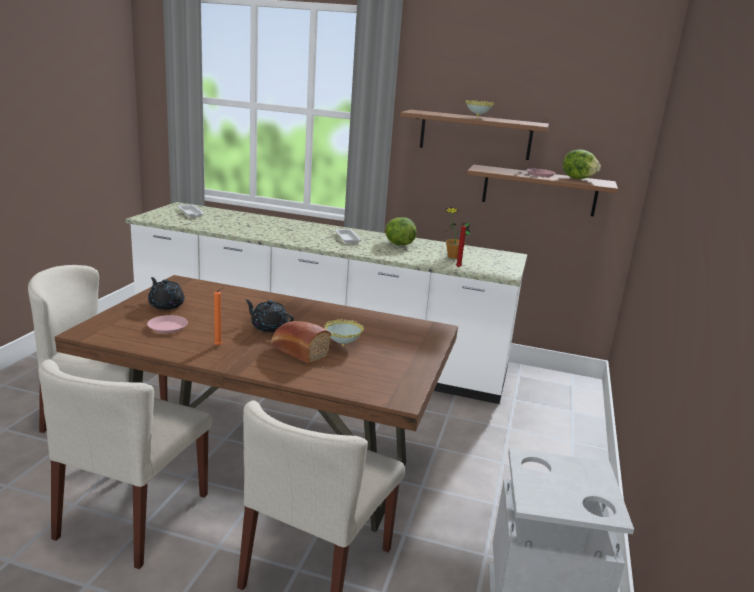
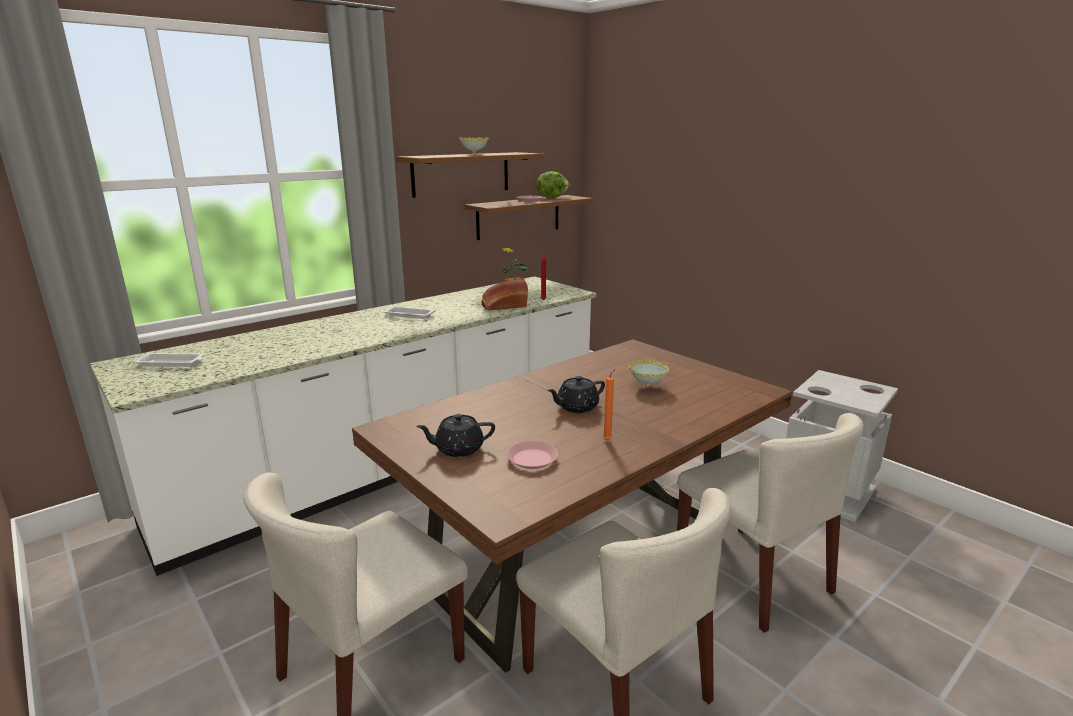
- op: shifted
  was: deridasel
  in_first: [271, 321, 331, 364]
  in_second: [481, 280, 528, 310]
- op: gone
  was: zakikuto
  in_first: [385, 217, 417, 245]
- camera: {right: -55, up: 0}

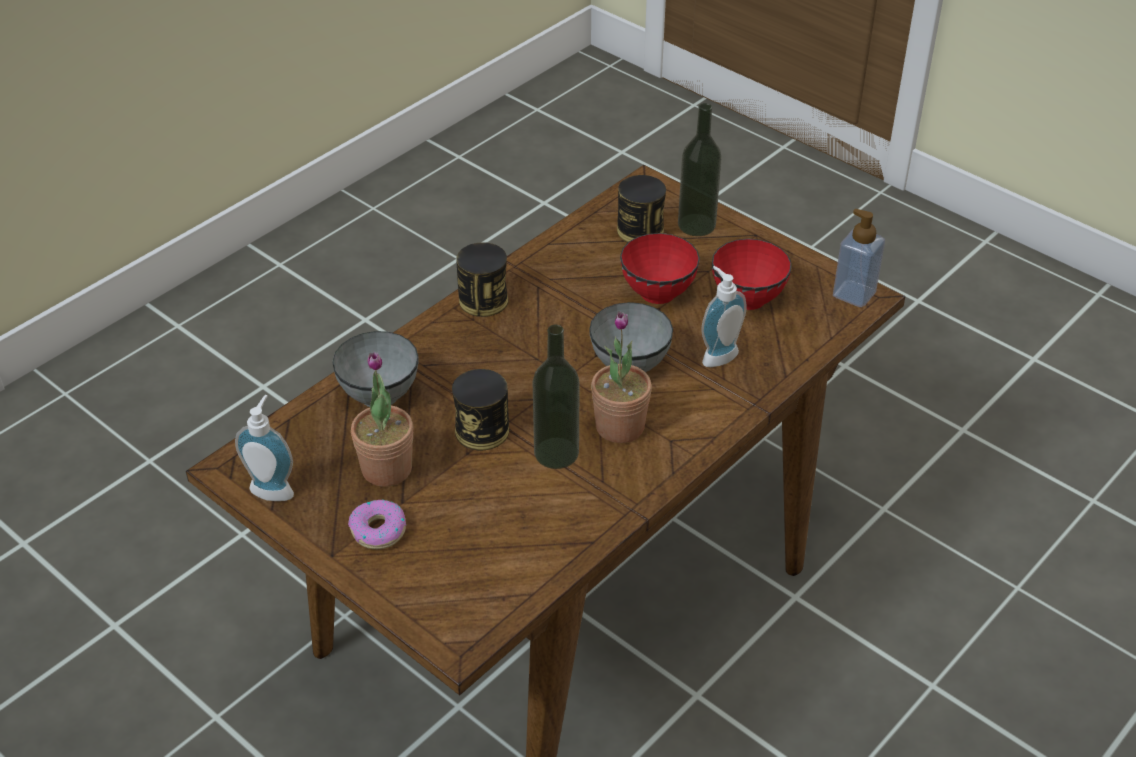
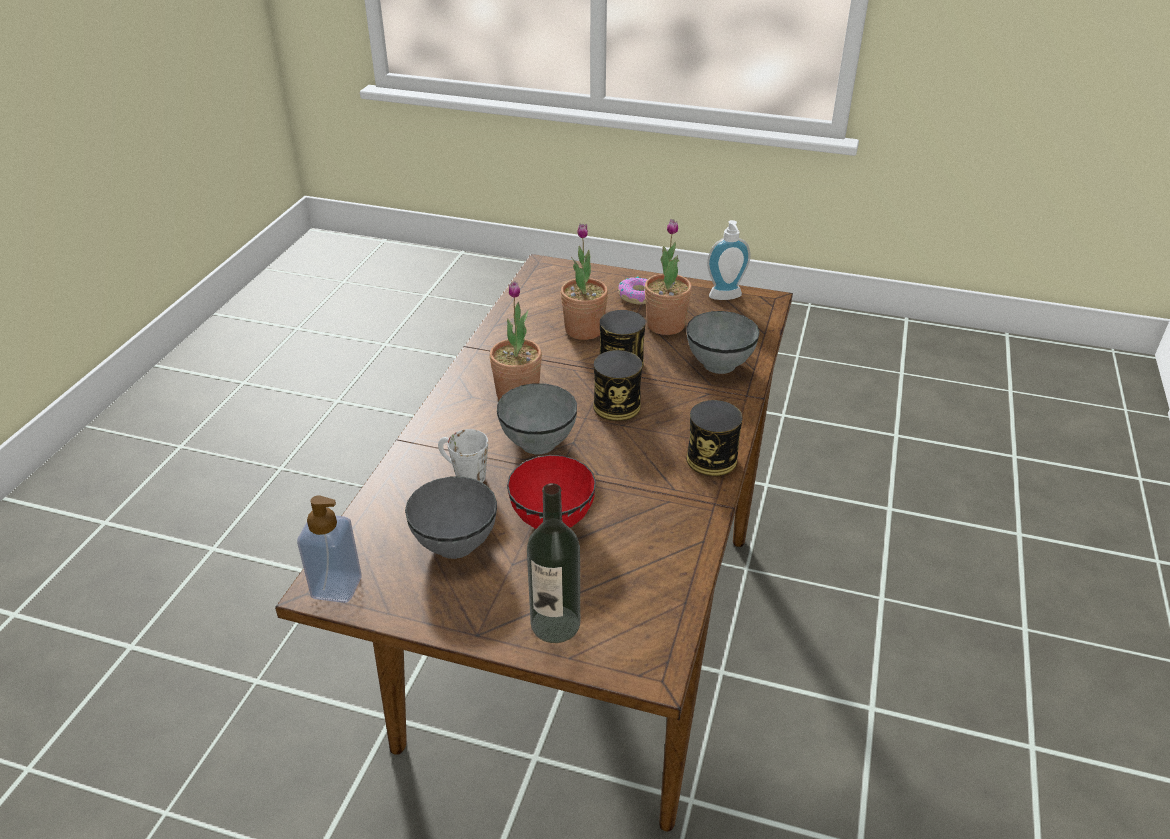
- op: repainted
  was: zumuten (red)
  now: zumuten (grey)
  in_first: [712, 239, 792, 310]
  in_second: [405, 476, 497, 559]
- op: swapped
  was: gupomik
  now: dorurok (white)
  in_first: [701, 266, 747, 367]
  in_second: [438, 429, 488, 483]
- op: new
  now: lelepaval
  in_second: [561, 223, 608, 340]
- op: shifted
  was: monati
  in_first: [617, 175, 666, 243]
  in_second: [593, 350, 642, 421]
- op: gone
  was: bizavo
  in_first: [532, 325, 580, 469]
- camera: {right: 155, up: -5}

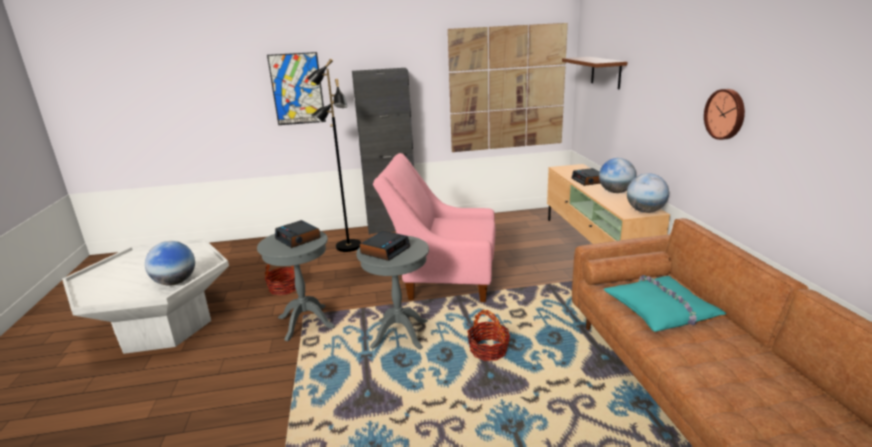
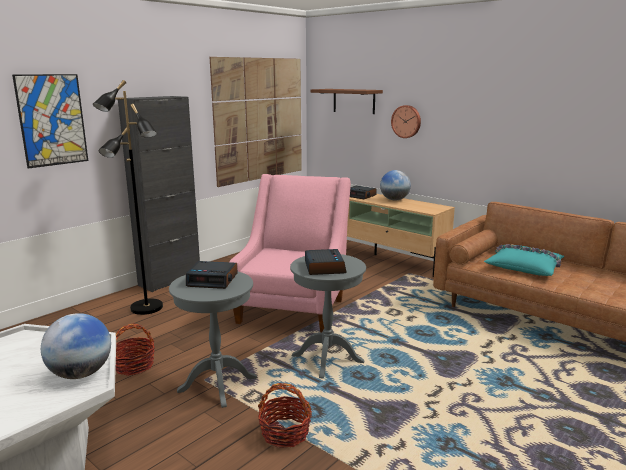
- op: rotated
  was: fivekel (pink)
  in_first: [373, 153, 496, 302]
  in_second: [229, 174, 351, 332]
  clockwise: 135
- op: shifted
  was: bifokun
  in_first: [467, 310, 510, 361]
  in_second: [258, 383, 312, 448]
- op: shifted
  was: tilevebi
  in_first: [704, 89, 745, 140]
  in_second: [391, 105, 421, 138]
- op: gone
  was: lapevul
  in_first: [627, 173, 669, 213]
- camera: {right: -40, up: -5}

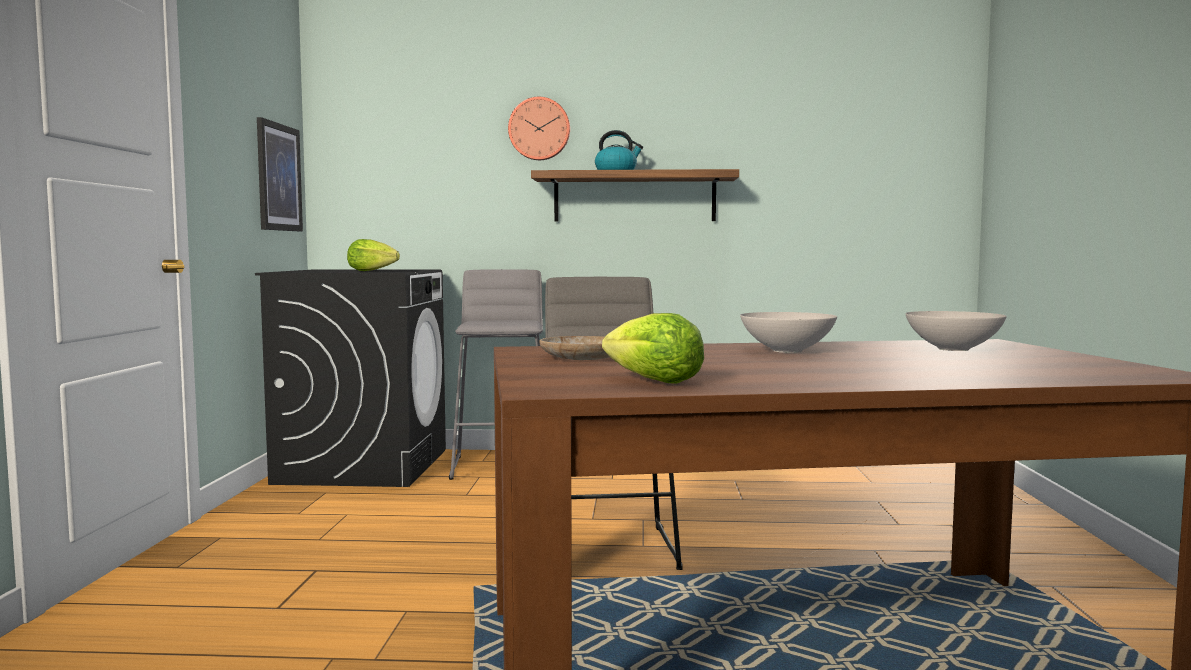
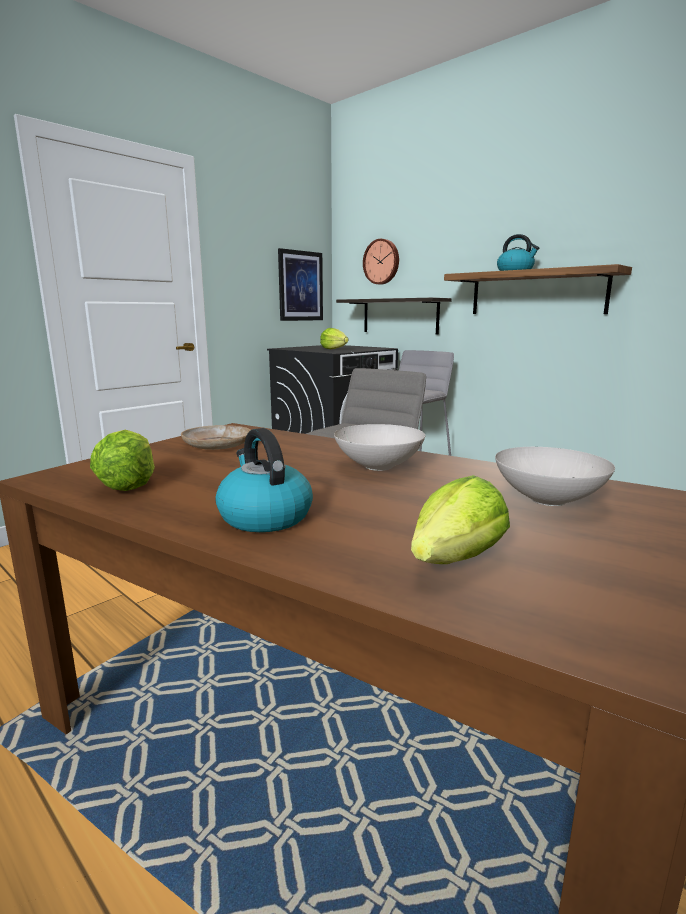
- op: new
  now: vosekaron
  in_second: [216, 428, 313, 532]
- op: new
  now: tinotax
  in_second: [336, 298, 452, 334]
- op: shifted
  was: tilevebi
  in_first: [508, 97, 570, 160]
  in_second: [363, 239, 399, 285]
- op: new
  now: zakikuto
  in_second: [411, 475, 510, 564]
- camera: {right: 40, up: 10}

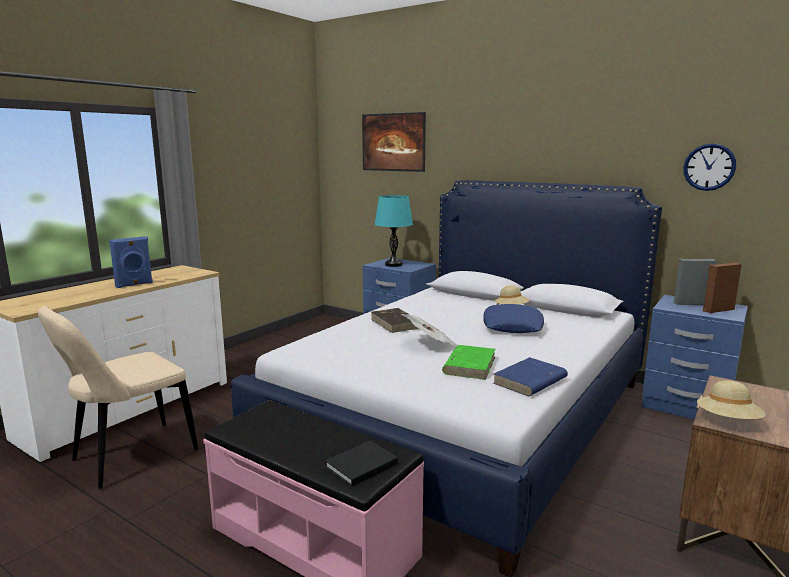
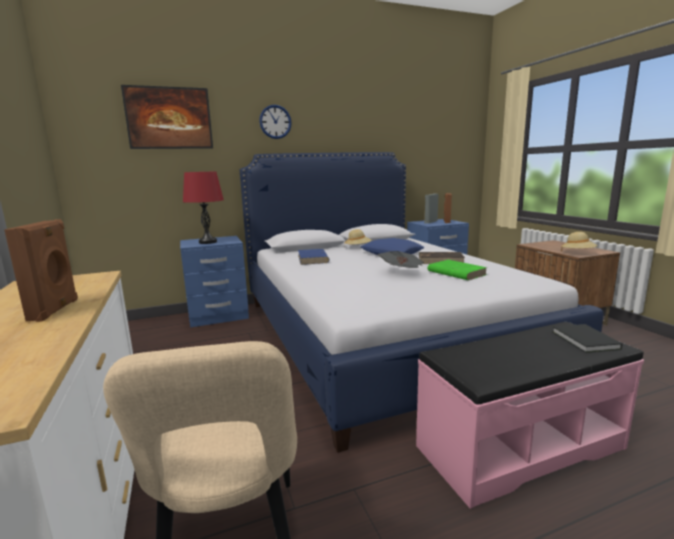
- op: repainted
  was: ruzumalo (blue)
  now: ruzumalo (brown)
  in_first: [109, 236, 153, 288]
  in_second: [4, 219, 78, 322]
- op: repainted
  was: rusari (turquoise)
  now: rusari (red)
  in_first: [375, 195, 413, 267]
  in_second: [183, 171, 224, 244]
- op: shifted
  was: tilevebi
  in_first: [683, 143, 736, 191]
  in_second: [259, 105, 292, 139]
- op: shifted
  was: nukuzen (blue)
  in_first: [493, 357, 568, 396]
  in_second: [298, 249, 329, 265]
- op: shifted
  was: nukuzen (brown)
  in_first: [371, 308, 419, 333]
  in_second: [419, 252, 465, 264]
- camera: {right: -55, up: 0}

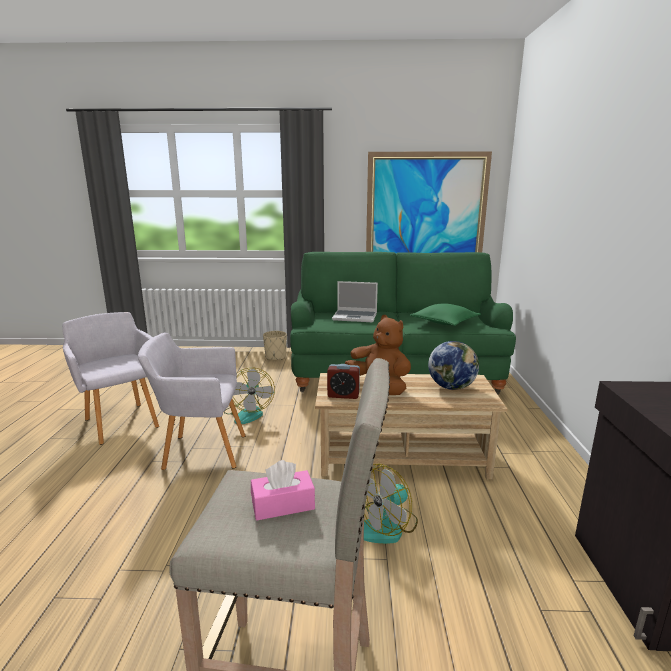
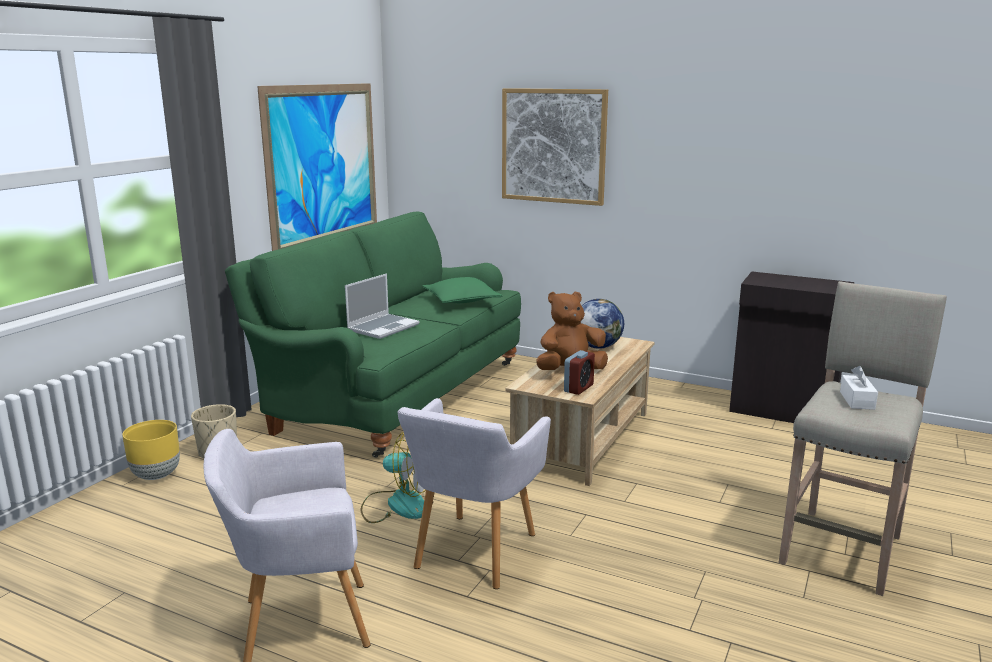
- op: new
  now: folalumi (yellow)
  in_second: [122, 420, 180, 480]
- op: new
  now: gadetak
  in_second: [502, 88, 608, 206]
- op: repainted
  was: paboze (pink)
  now: paboze (white)
  in_first: [251, 460, 315, 521]
  in_second: [840, 366, 878, 410]
- op: gone
  was: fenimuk
  in_first: [364, 464, 418, 544]
- camera: {right: -65, up: 0}

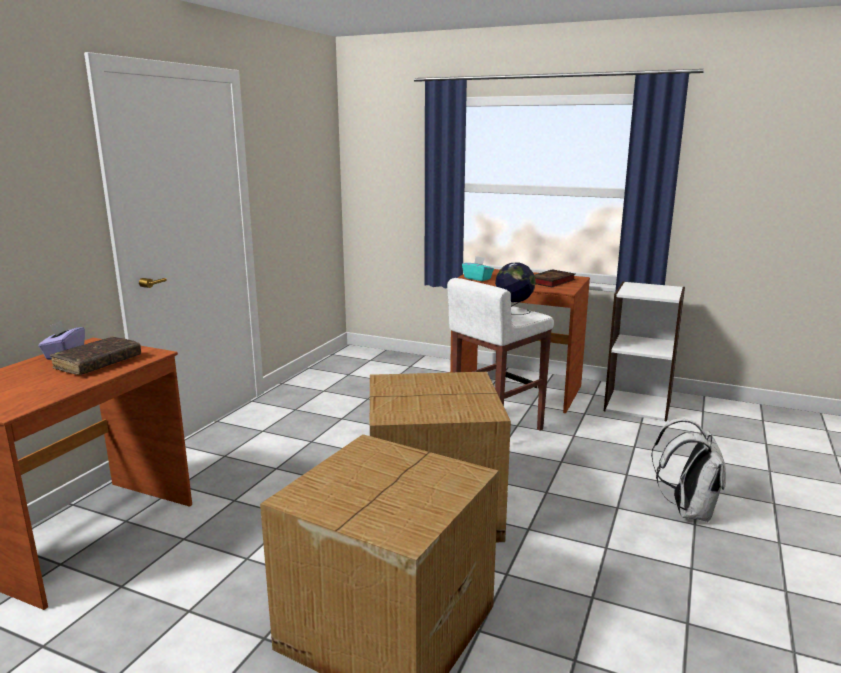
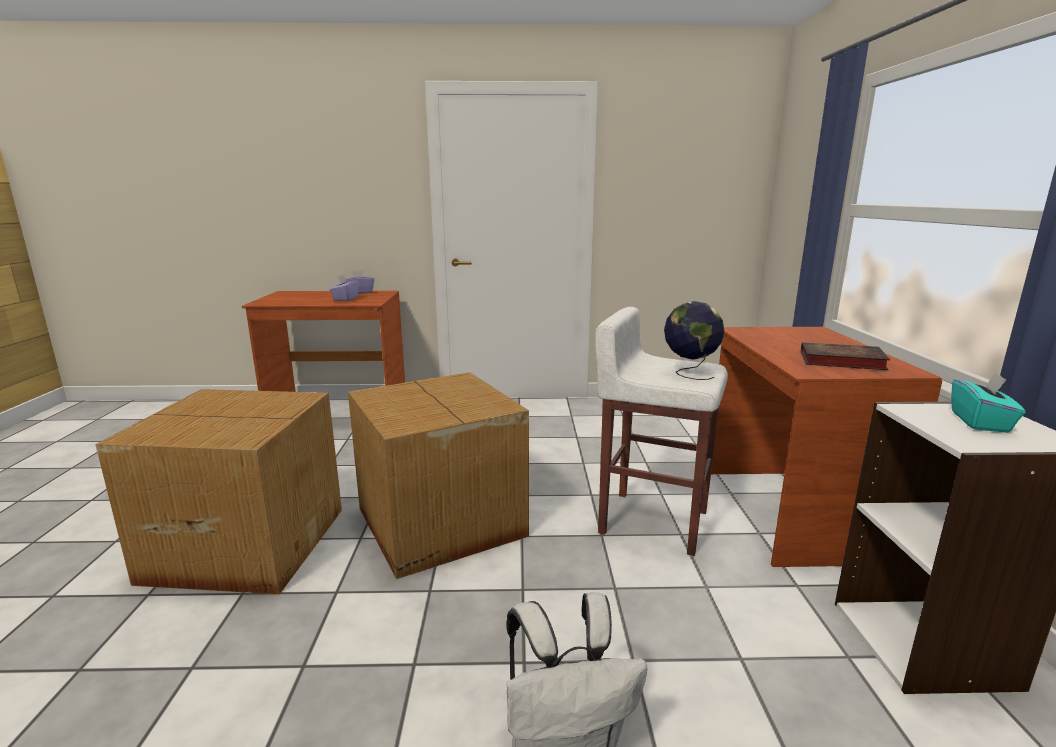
- op: swapped
  was: nukuzen (brown)
  now: paboze (purple)
  in_first: [50, 337, 141, 375]
  in_second: [329, 275, 359, 301]
- op: shifted
  was: paboze (turquoise)
  in_first: [462, 256, 494, 281]
  in_second: [951, 372, 1025, 433]
- camera: {right: 65, up: 0}

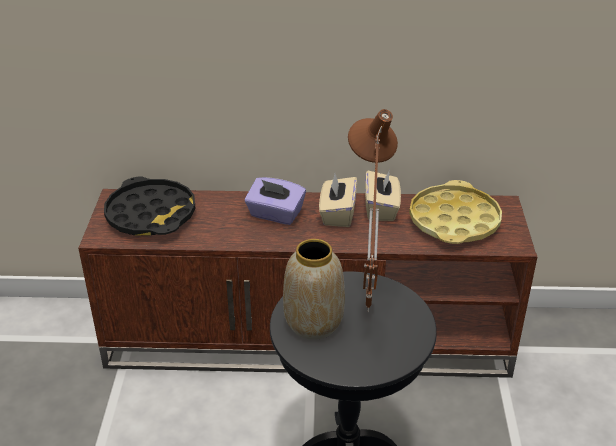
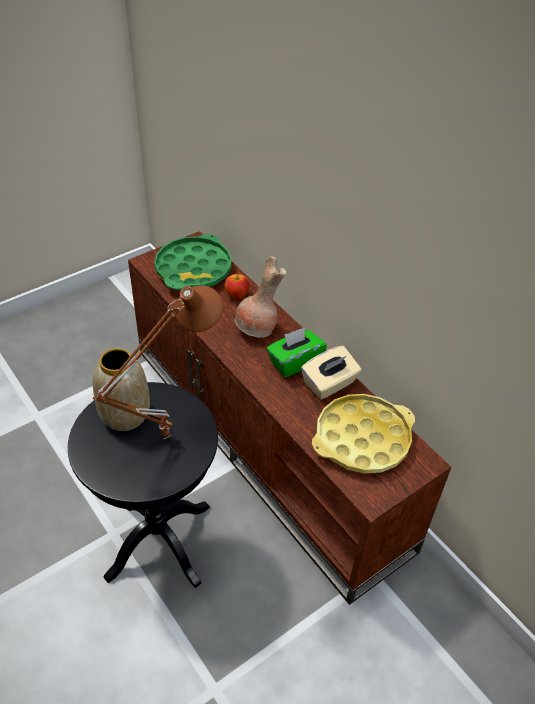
- op: repainted
  was: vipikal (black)
  now: vipikal (green)
  in_first: [104, 177, 196, 236]
  in_second: [154, 234, 232, 290]
- op: new
  now: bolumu
  in_second: [225, 274, 250, 299]
- op: swapped
  was: paboze (purple)
  now: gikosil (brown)
  in_first: [245, 177, 306, 225]
  in_second: [235, 257, 286, 338]
- op: repainted
  was: paboze (beige)
  now: paboze (green)
  in_first: [319, 174, 357, 227]
  in_second: [267, 327, 327, 377]
- camera: {right: 50, up: 10}

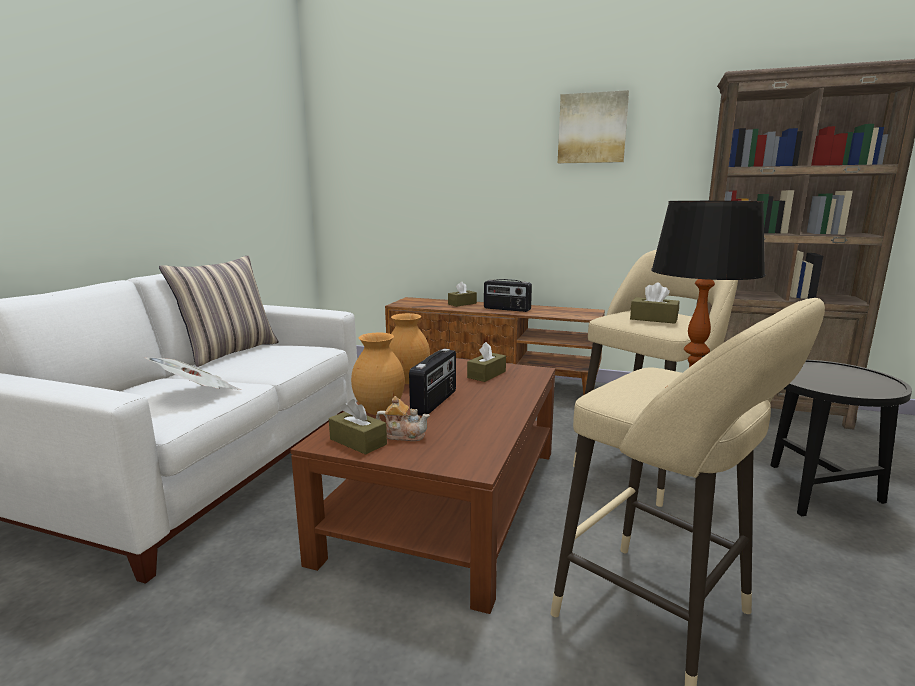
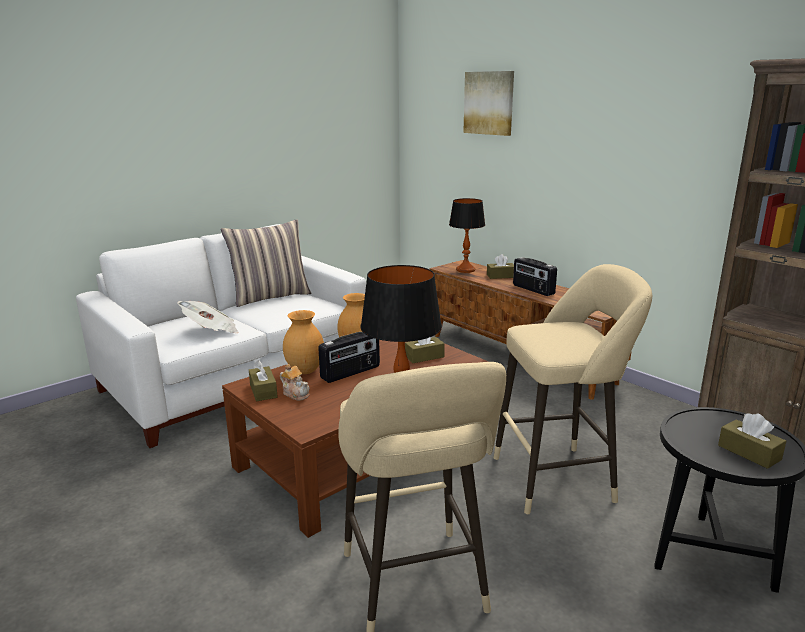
- op: new
  now: rusari
  in_second: [449, 198, 485, 273]
- op: shifted
  was: gadetak
  in_first: [558, 90, 629, 163]
  in_second: [463, 71, 514, 136]
- op: shifted
  was: paboze (brown)
  in_first: [630, 282, 679, 324]
  in_second: [718, 413, 786, 469]
- camera: {right: 30, up: 5}

